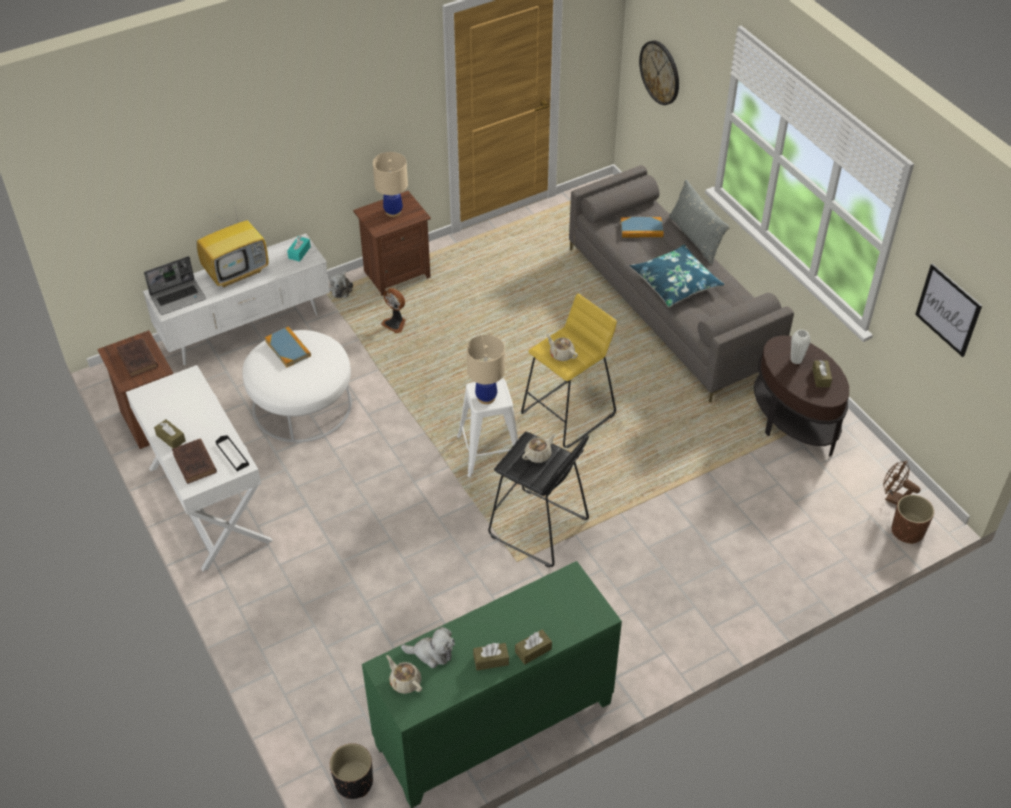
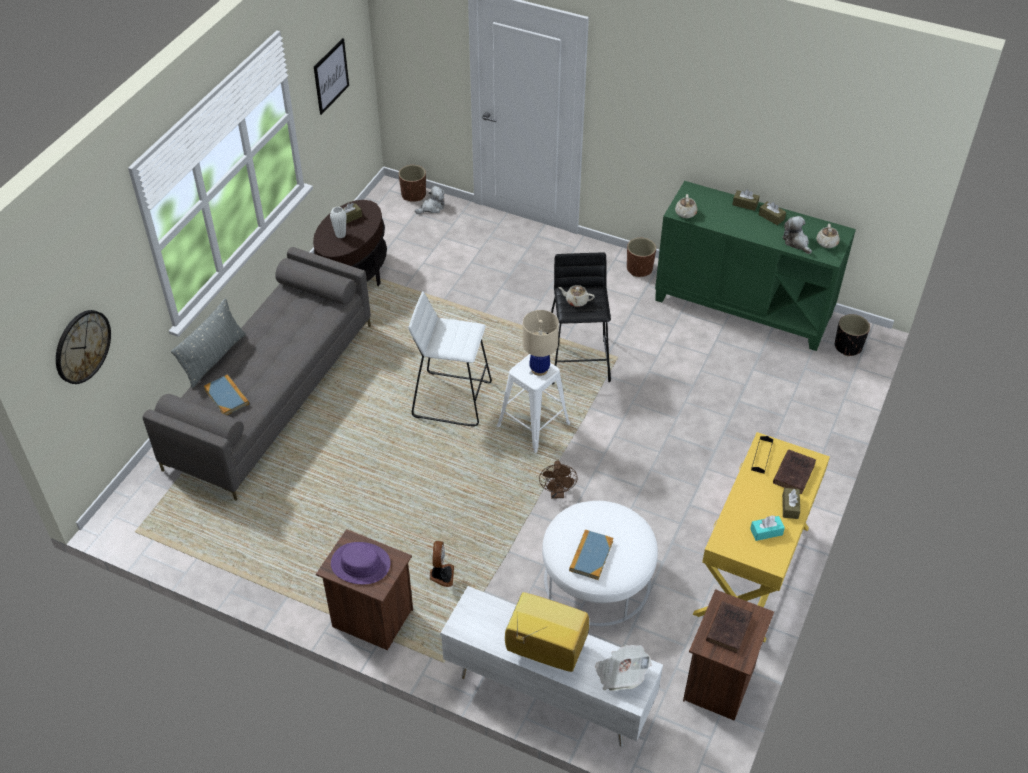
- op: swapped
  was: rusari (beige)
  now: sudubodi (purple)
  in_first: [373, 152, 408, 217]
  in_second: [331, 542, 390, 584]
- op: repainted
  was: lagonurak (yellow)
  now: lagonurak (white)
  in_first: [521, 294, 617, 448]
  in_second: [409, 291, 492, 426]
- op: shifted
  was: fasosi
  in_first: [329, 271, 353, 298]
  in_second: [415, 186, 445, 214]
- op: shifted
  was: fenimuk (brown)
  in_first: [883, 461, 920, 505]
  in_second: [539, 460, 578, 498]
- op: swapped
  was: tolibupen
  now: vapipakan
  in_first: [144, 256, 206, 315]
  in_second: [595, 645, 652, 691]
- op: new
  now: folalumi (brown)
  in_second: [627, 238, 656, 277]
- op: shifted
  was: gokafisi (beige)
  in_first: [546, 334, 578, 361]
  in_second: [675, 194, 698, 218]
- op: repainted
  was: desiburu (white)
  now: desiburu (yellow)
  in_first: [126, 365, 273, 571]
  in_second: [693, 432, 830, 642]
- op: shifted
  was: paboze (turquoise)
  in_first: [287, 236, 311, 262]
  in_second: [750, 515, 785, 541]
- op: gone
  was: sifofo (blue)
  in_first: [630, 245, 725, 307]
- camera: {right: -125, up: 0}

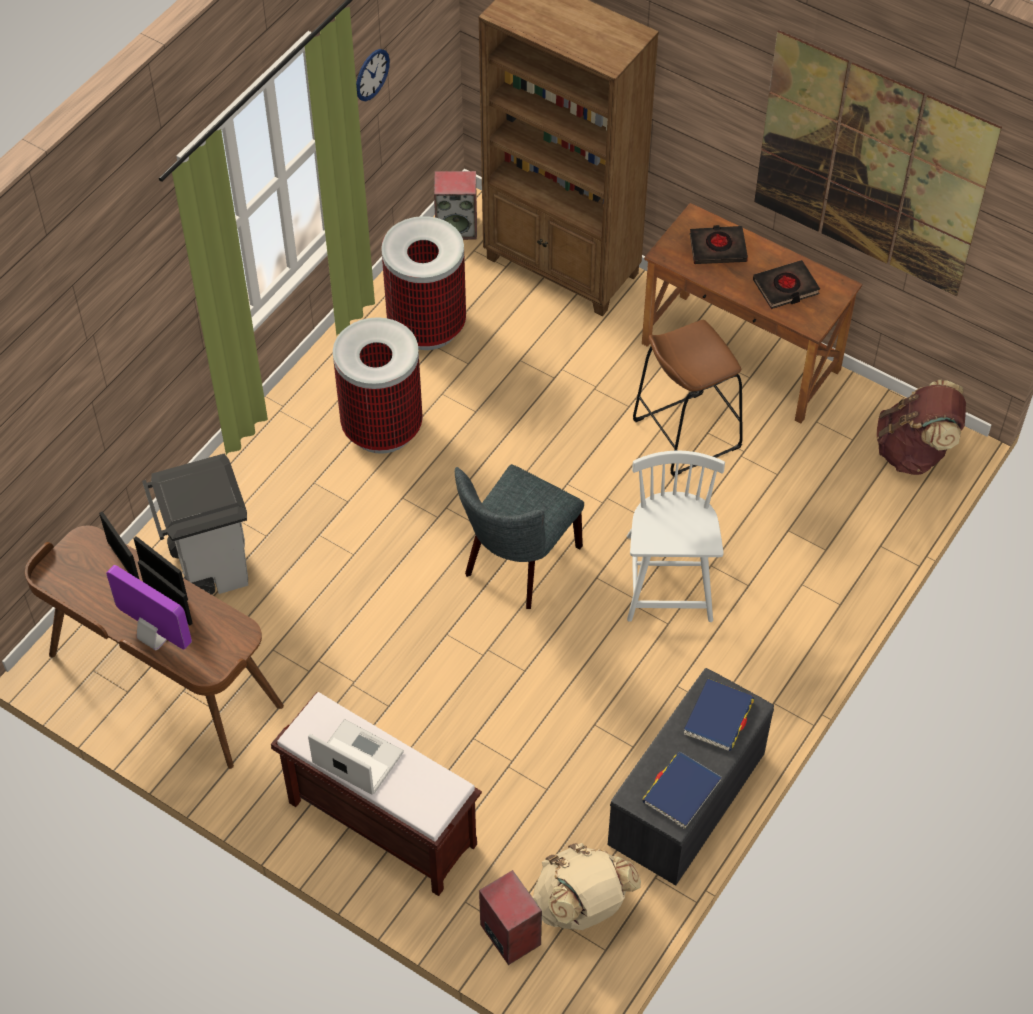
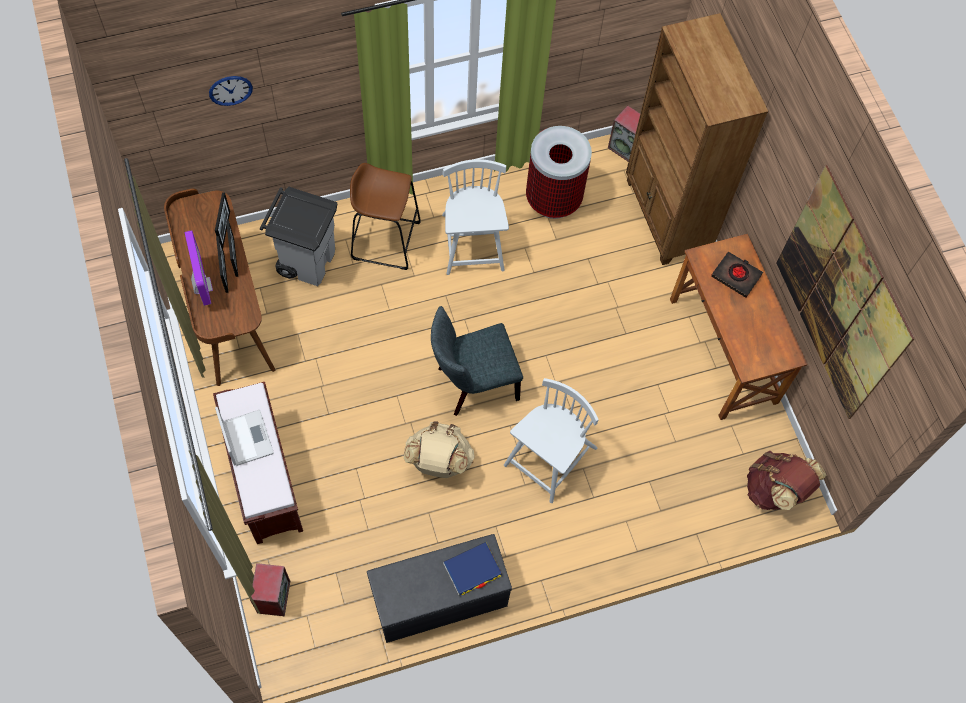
- op: shifted
  was: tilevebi
  in_first: [356, 49, 390, 101]
  in_second: [209, 76, 253, 106]
- op: shifted
  was: lagonurak (brown)
  in_first: [633, 320, 743, 477]
  in_second: [350, 163, 421, 270]
- op: shifted
  was: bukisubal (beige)
  in_first: [533, 843, 641, 930]
  in_second: [404, 422, 475, 478]
- op: swapped
  was: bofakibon
  now: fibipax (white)
  in_first: [333, 317, 423, 454]
  in_second: [442, 159, 509, 275]
- op: gone
  was: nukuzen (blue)
  in_first: [642, 752, 722, 829]
- op: gone
  was: nukuzen (black)
  in_first: [753, 260, 820, 309]
- camera: {right: 35, up: 10}

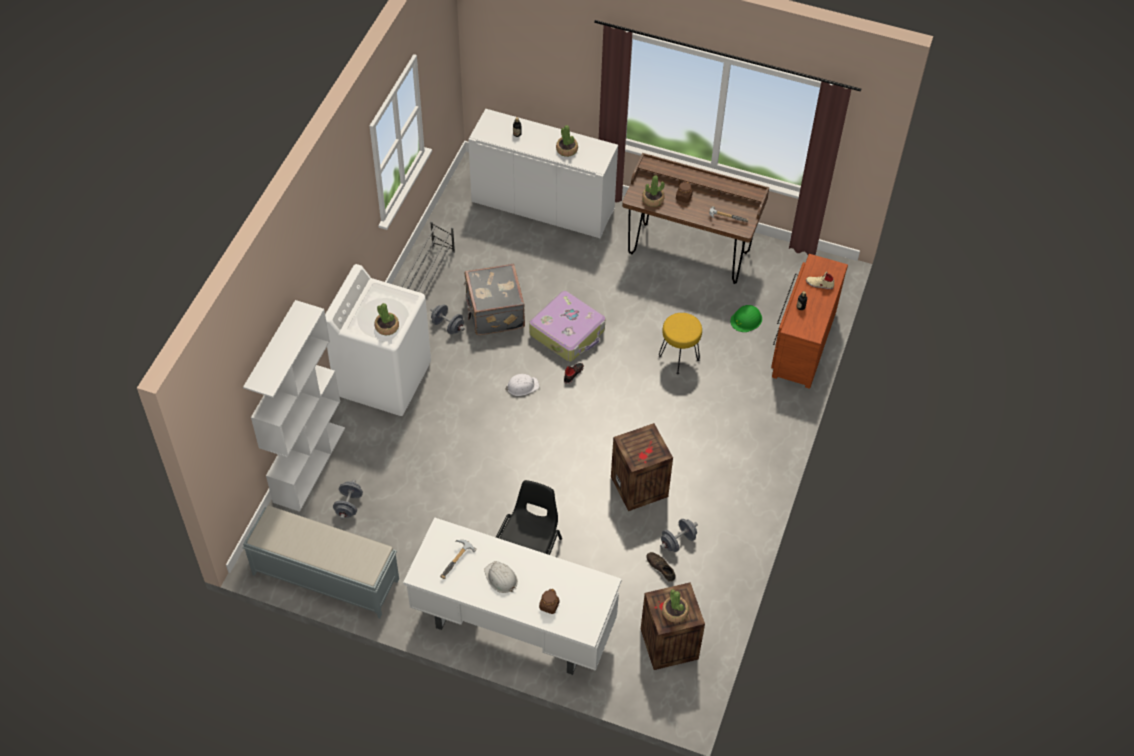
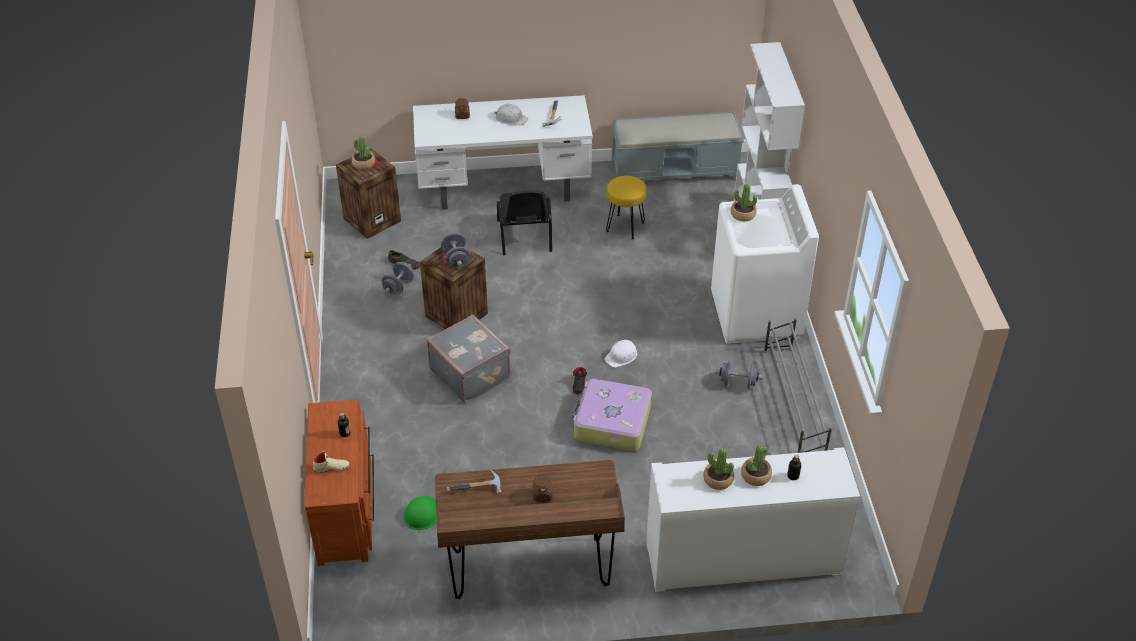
- op: shifted
  was: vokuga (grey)
  in_first: [464, 264, 525, 335]
  in_second: [427, 315, 511, 403]
- op: shifted
  was: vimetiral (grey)
  in_first: [333, 480, 363, 520]
  in_second: [441, 233, 470, 268]
- op: shifted
  was: lagonurak (yellow)
  in_first: [659, 313, 702, 374]
  in_second: [606, 176, 647, 240]
- op: shifted
  was: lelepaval
  in_first: [642, 175, 665, 207]
  in_second: [741, 445, 772, 486]
- camera: {right: 155, up: -10}

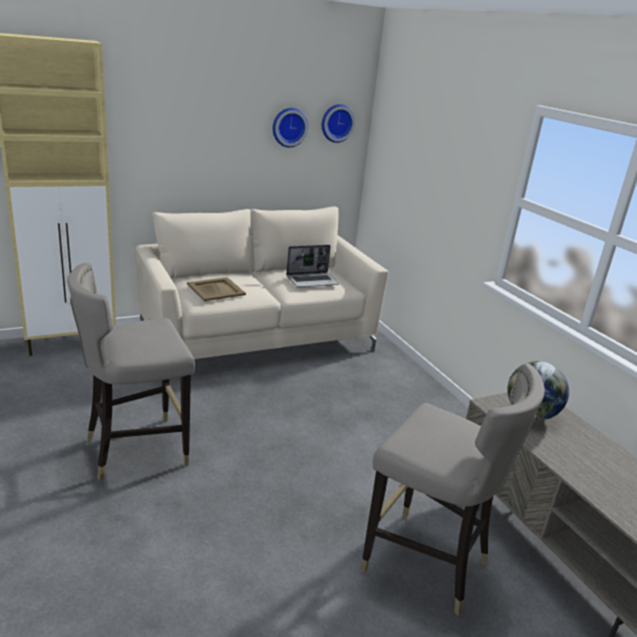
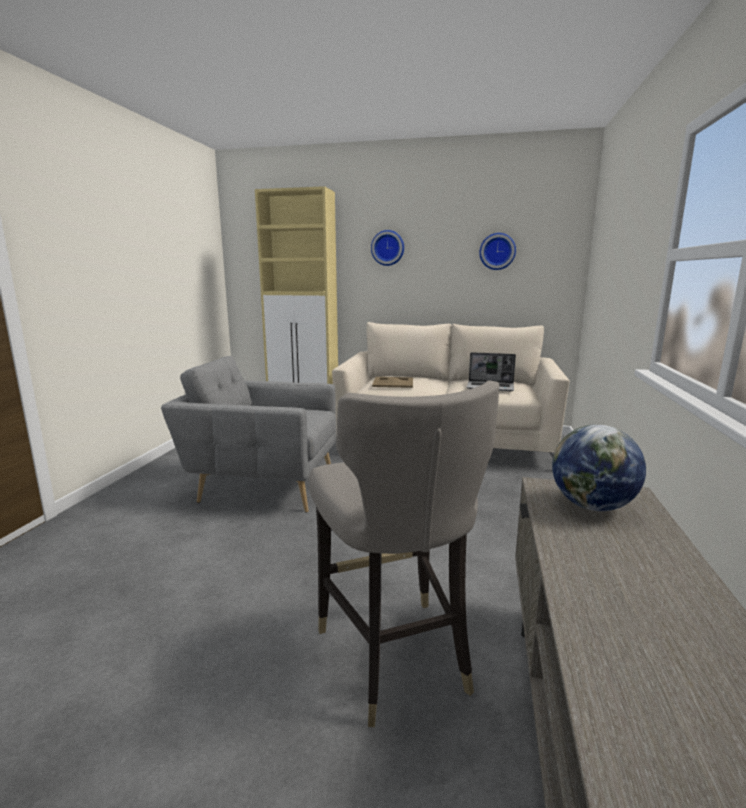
- op: swapped
  was: lagonurak (grey)
  now: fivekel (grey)
  in_first: [67, 263, 195, 480]
  in_second: [161, 356, 336, 513]
- op: shifted
  was: tilevebi
  in_first: [322, 104, 355, 143]
  in_second: [371, 230, 404, 266]
- camera: {right: 40, up: -10}

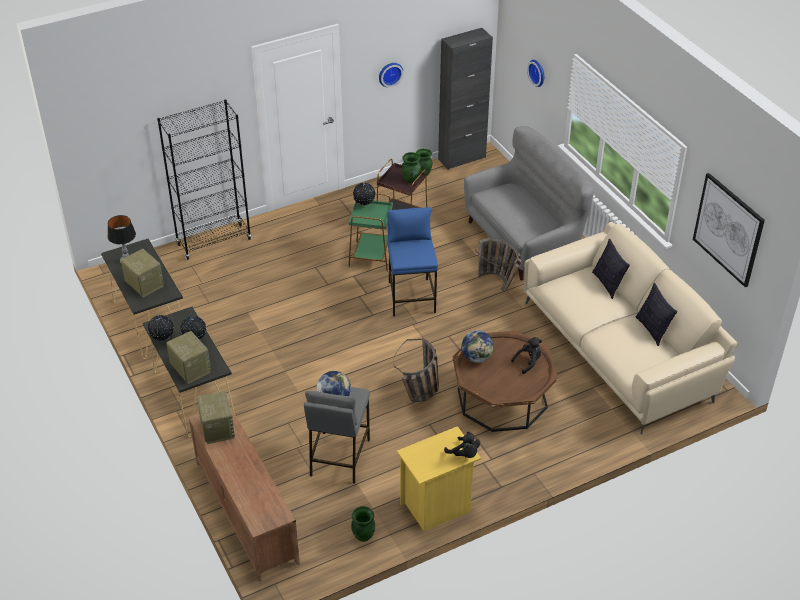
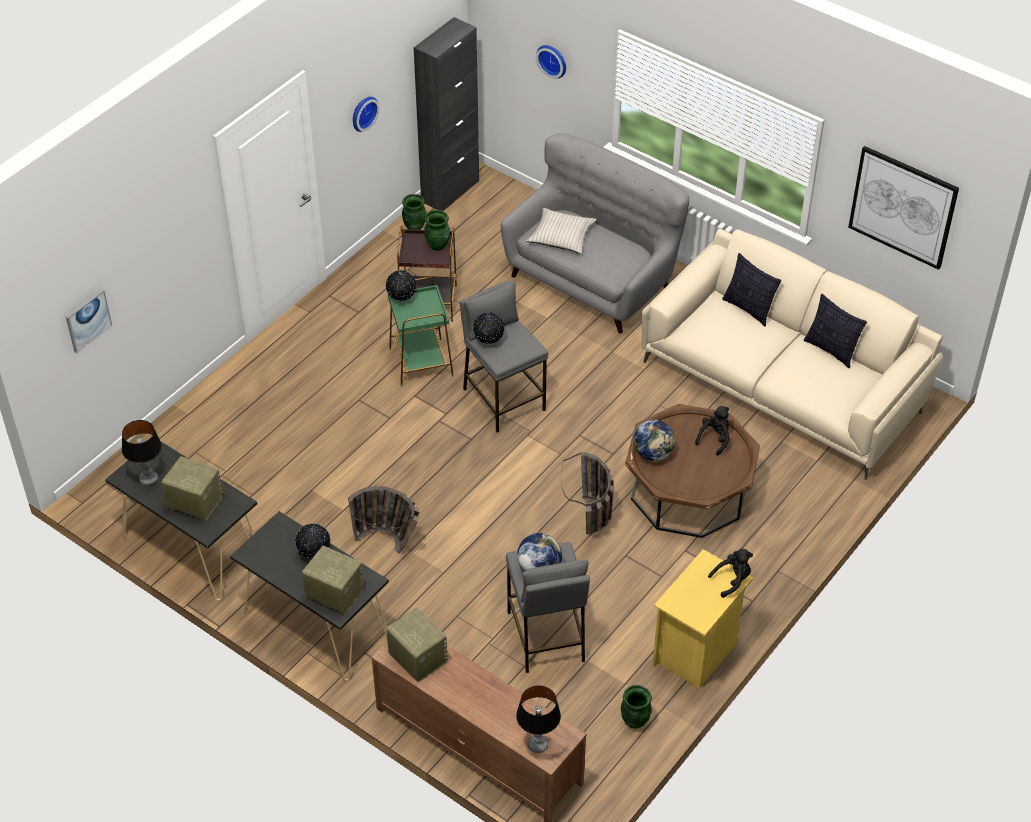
- op: new
  now: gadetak
  in_second: [66, 289, 112, 353]
- op: shifted
  was: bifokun
  in_first: [475, 238, 521, 292]
  in_second: [348, 486, 419, 554]
- op: repainted
  was: lagonurak (blue)
  now: lagonurak (grey)
  in_first: [387, 207, 438, 316]
  in_second: [460, 281, 548, 433]
- op: shifted
  was: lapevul
  in_first: [148, 315, 174, 341]
  in_second: [473, 312, 504, 344]
- op: new
  now: rusari
  in_second: [516, 685, 561, 753]
- op: new
  now: sifofo (beige)
  in_second: [526, 208, 597, 254]
- op: rotated
  was: fasosi (black)
  in_first: [444, 431, 480, 458]
  in_second: [708, 549, 753, 598]
  clockwise: -45
- op: gone
  was: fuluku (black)
  in_first: [157, 99, 251, 260]
- camera: {right: -25, up: 5}

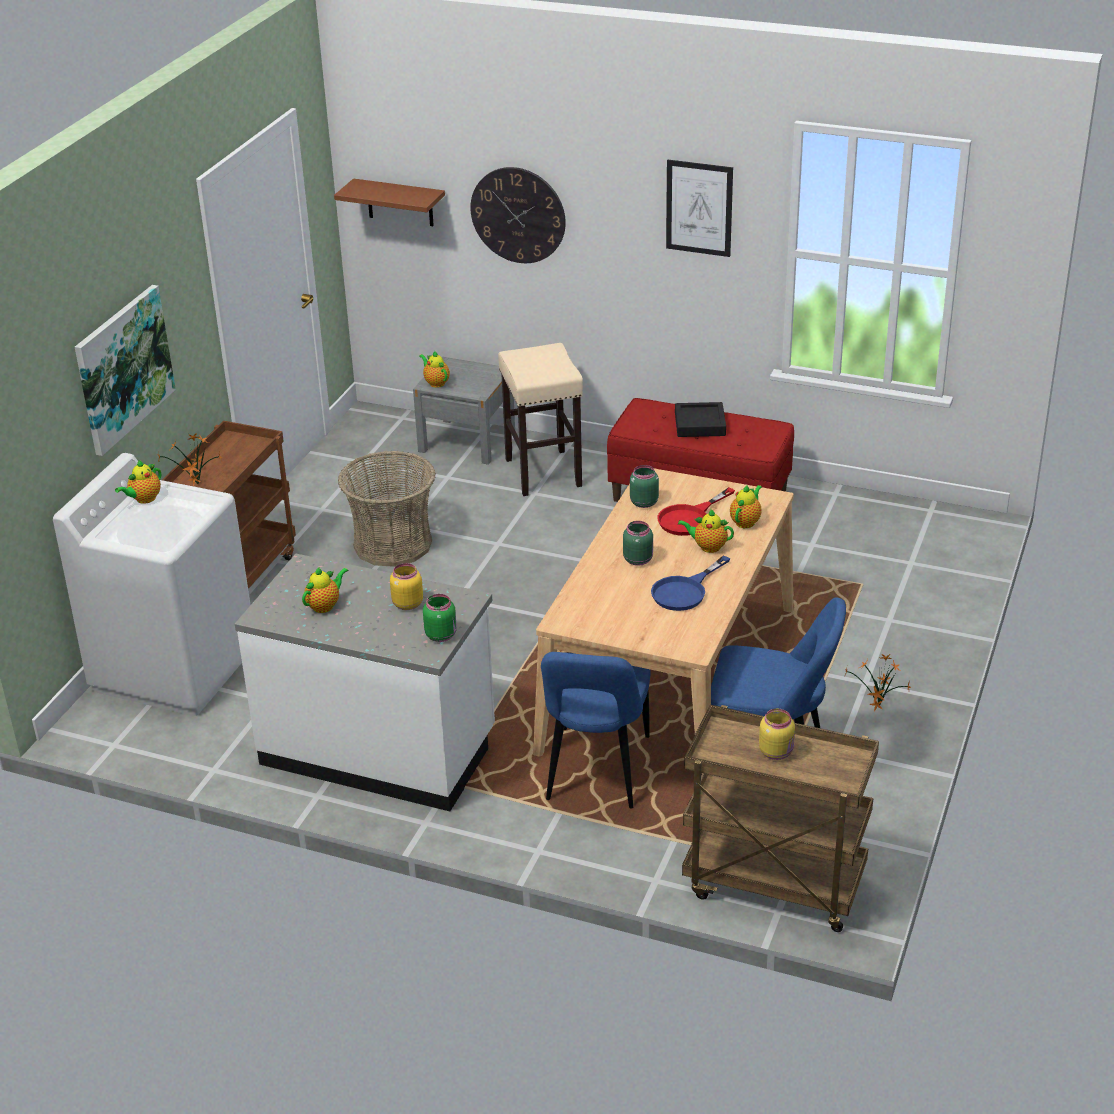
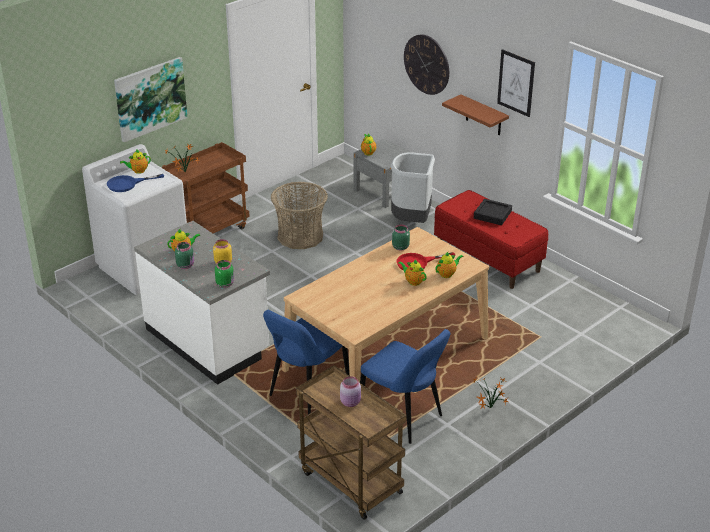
- op: shifted
  was: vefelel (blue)
  in_first: [651, 556, 730, 611]
  in_second: [107, 174, 164, 192]
- op: shifted
  was: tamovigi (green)
  in_first: [623, 521, 653, 566]
  in_second: [175, 242, 194, 269]
- op: repainted
  was: tamovigi (yellow)
  now: tamovigi (pink)
  in_first: [759, 709, 795, 760]
  in_second: [340, 376, 361, 407]
- op: swapped
  was: lagonurak (beige)
  now: bofakibon (grey)
  in_first: [498, 343, 583, 496]
  in_second: [391, 152, 435, 223]
- op: shifted
  was: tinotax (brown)
  in_first: [334, 179, 445, 226]
  in_second: [442, 94, 509, 135]
- camera: {right: 25, up: 0}

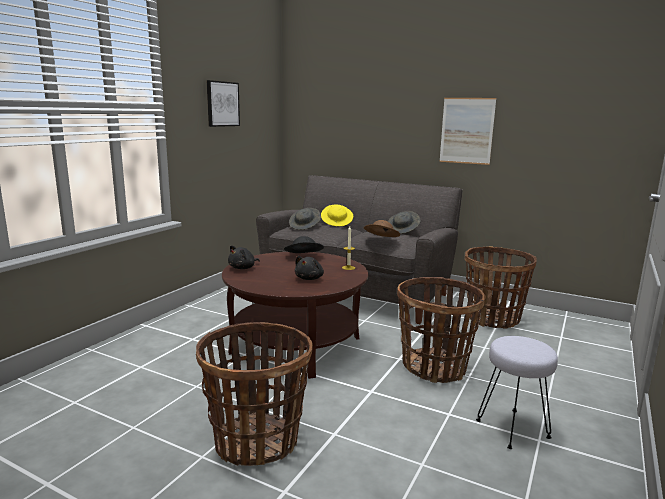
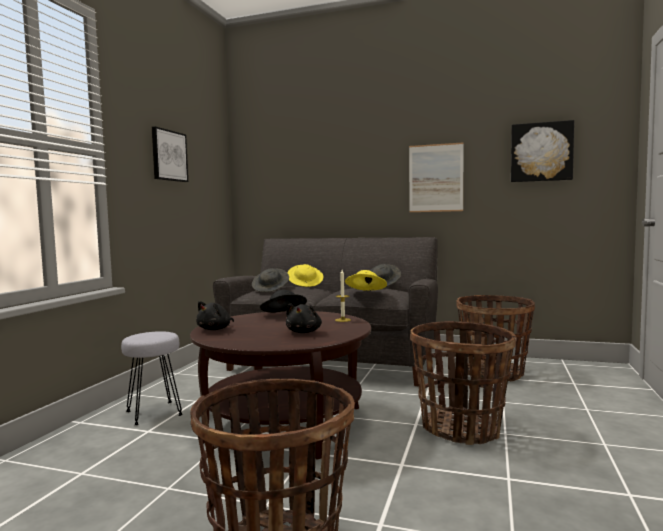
- op: shifted
  was: lagonurak (grey)
  in_first: [476, 336, 558, 449]
  in_second: [121, 331, 183, 425]
- op: repainted
  was: sudubodi (brown)
  now: sudubodi (yellow)
  in_first: [364, 220, 400, 237]
  in_second: [345, 270, 387, 290]
- op: new
  now: gadetak
  in_second: [511, 120, 574, 182]
- camera: {right: -10, up: -10}

